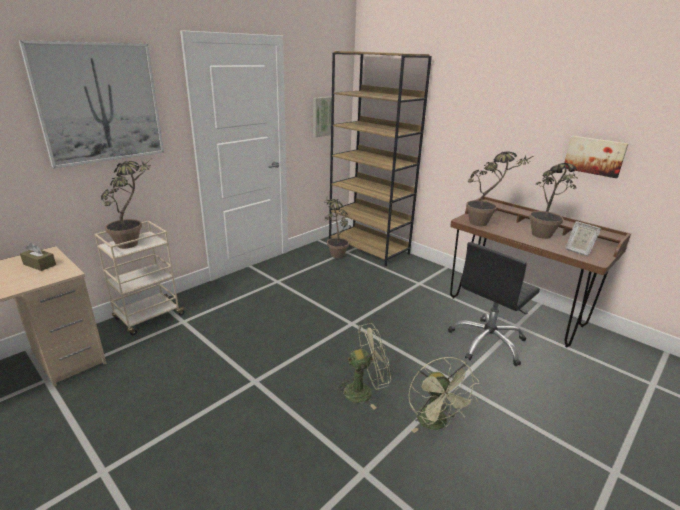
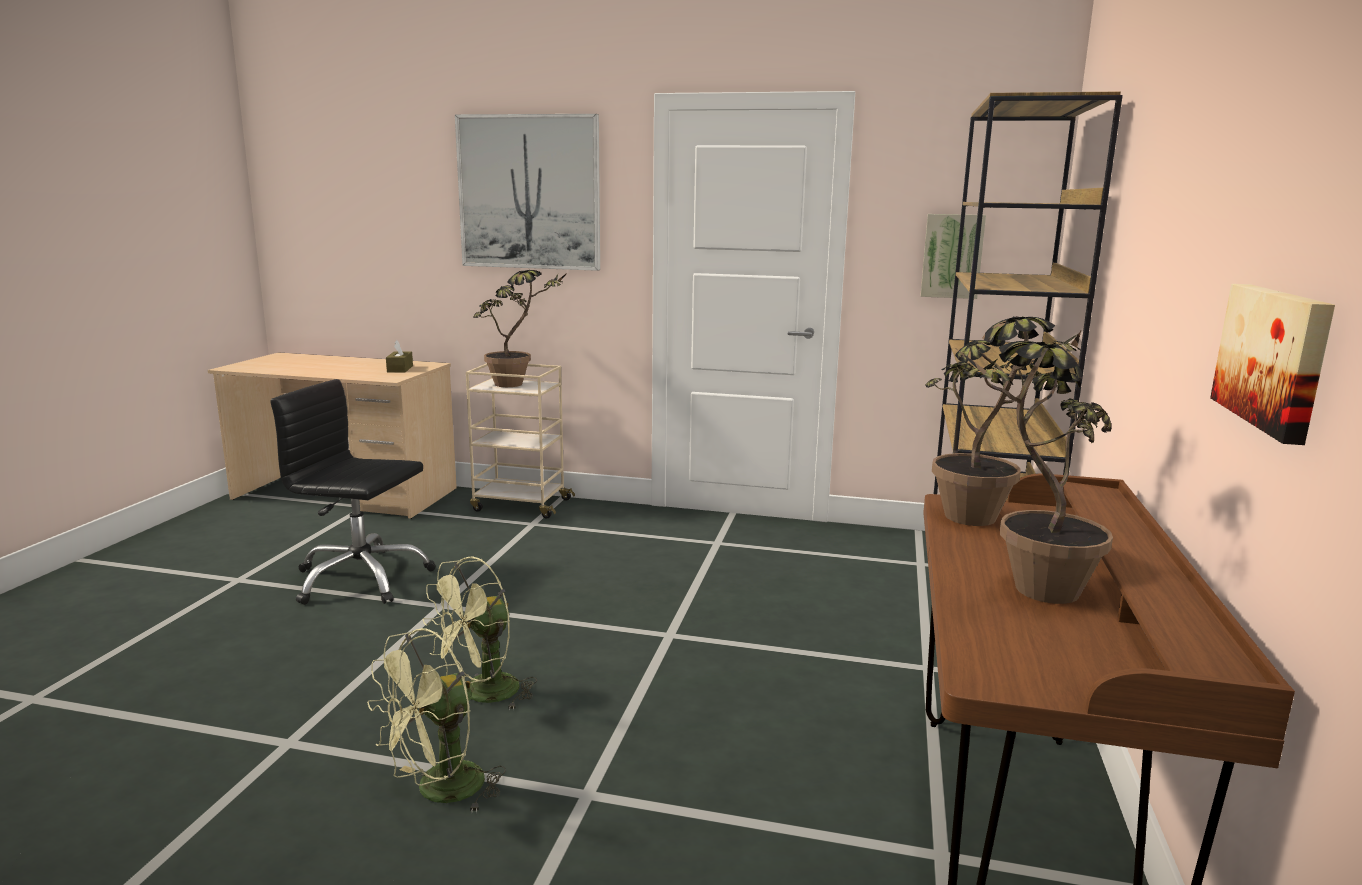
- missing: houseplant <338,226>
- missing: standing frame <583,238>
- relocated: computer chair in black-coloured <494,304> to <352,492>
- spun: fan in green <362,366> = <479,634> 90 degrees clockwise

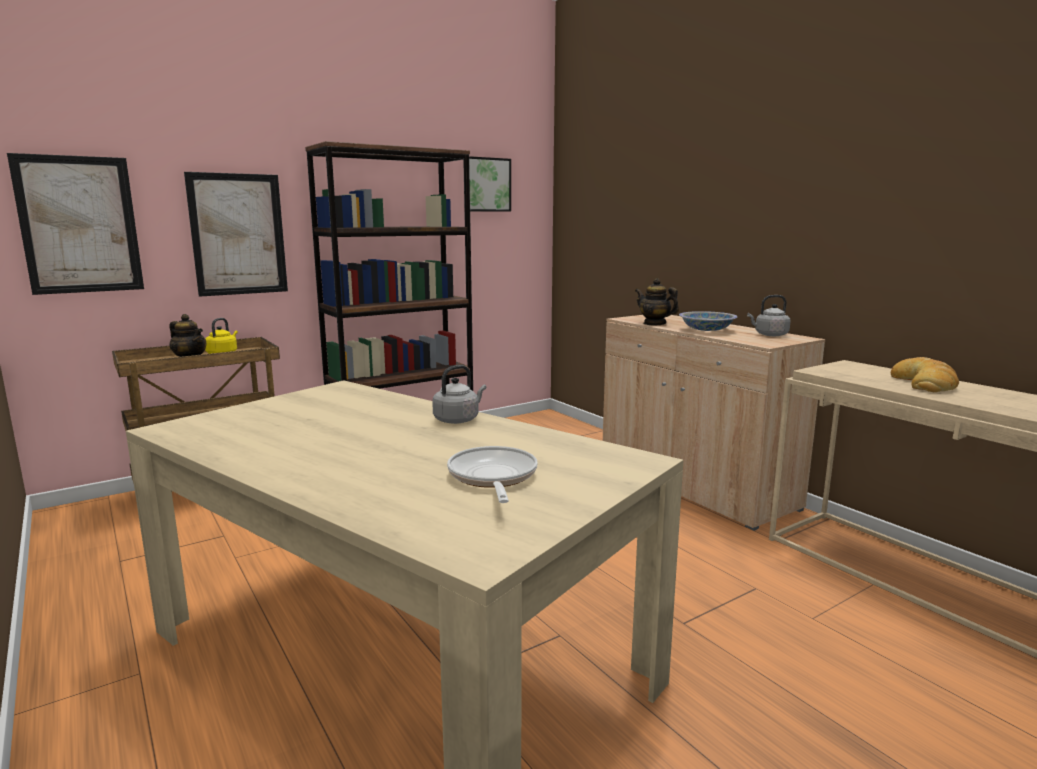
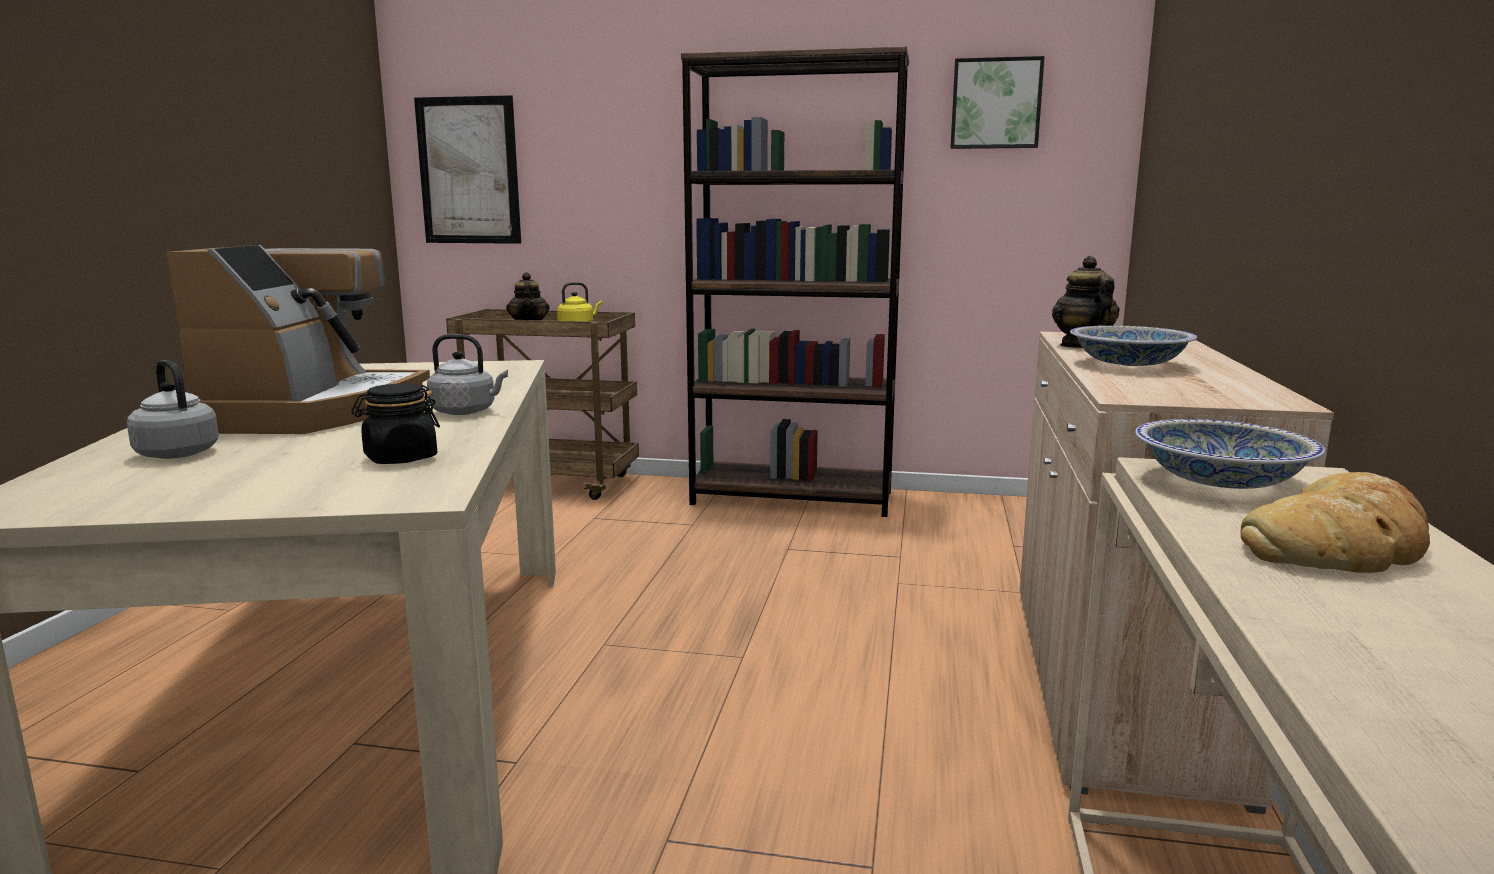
- missing: picture <236,234>
- missing: skillet <492,474>
- appeared: coffee maker <298,339>
- appeared: preserve jar in black-coloured <395,423>
- appeared: serving bowl <1230,454>
- relocated: tea kettle in greyish <769,315> to <173,409>

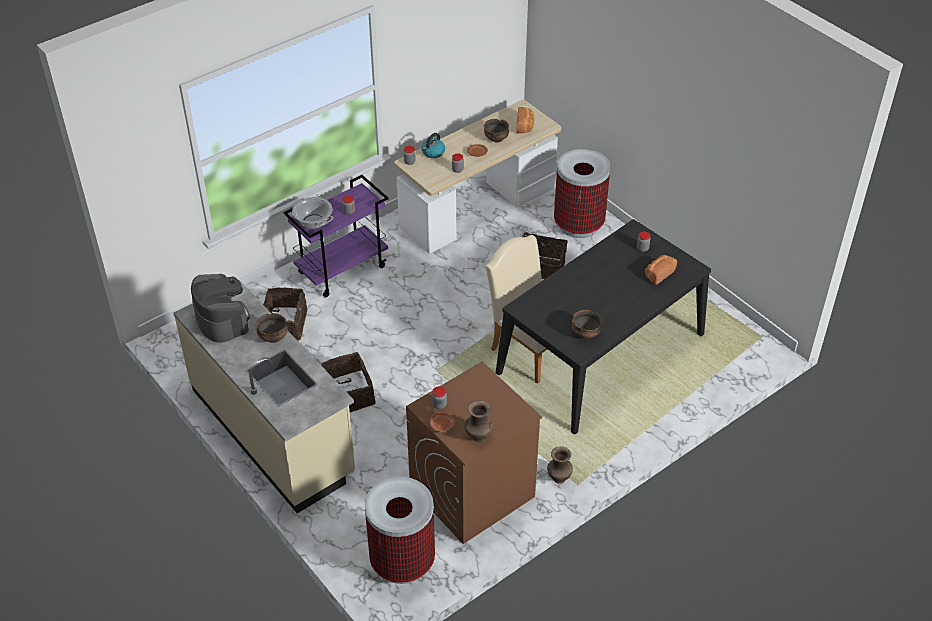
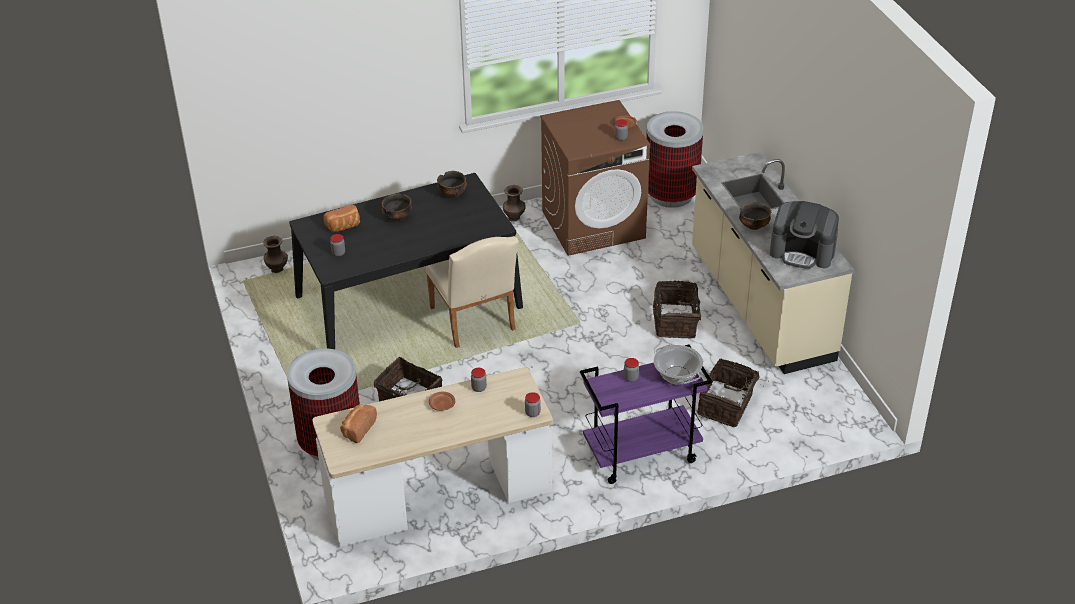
- missing: tea kettle <433,145>
- relocated: flower vase in brownish <479,421> to <275,254>
- relocated: serving bowl <496,131> to <397,207>
- spun: coffee maker <220,308> = <804,235> 60 degrees counterclockwise

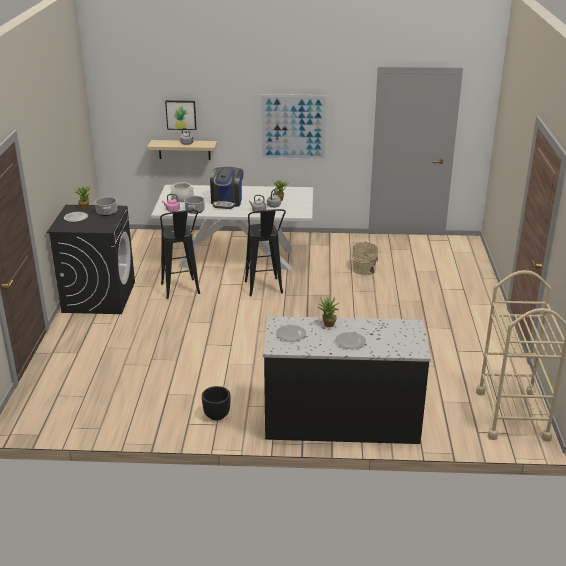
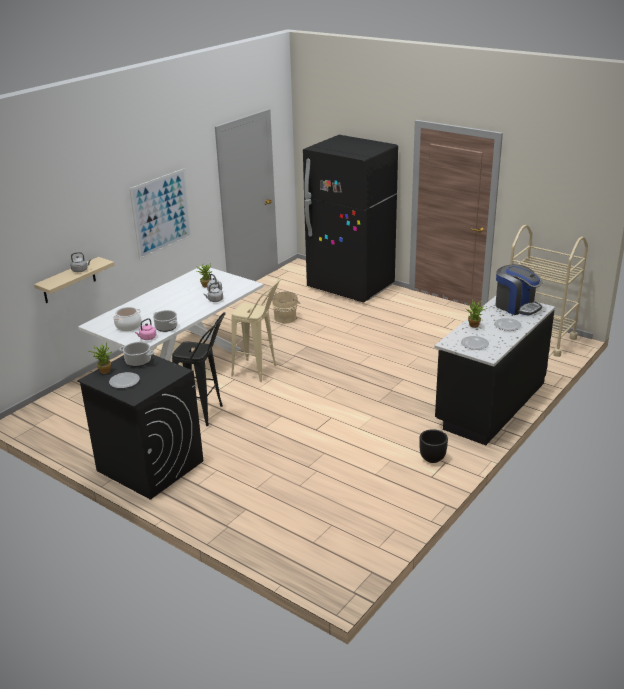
- missing: picture <181,115>
- appeared: kitchen fridge in black-coloured <350,219>
- relocated: coffee maker <227,188> to <519,289>
- colour: sitting stool in black-coloured <265,252> to sitting stool in beige <256,329>

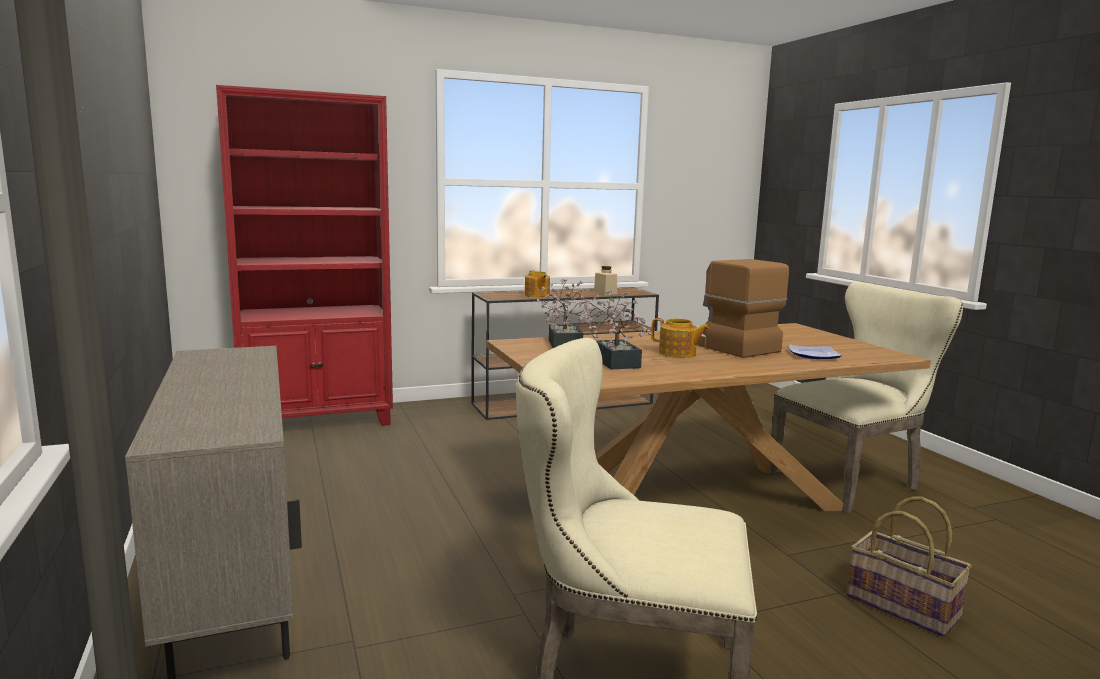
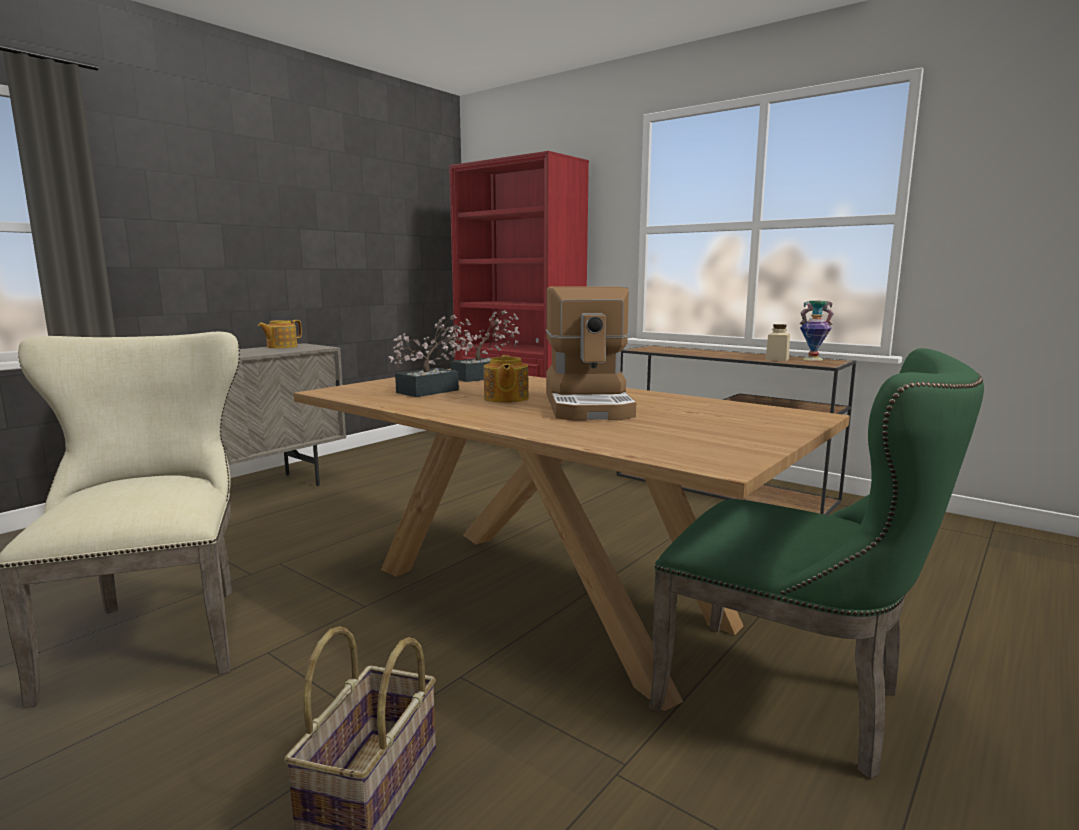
- missing: plate <815,352>
- appeared: flower vase <817,331>
- relocated: teapot <537,283> to <280,334>
- colour: chair in beige <866,398> to chair in green <816,563>
- spun: coffee maker <742,308> = <591,353> 150 degrees clockwise

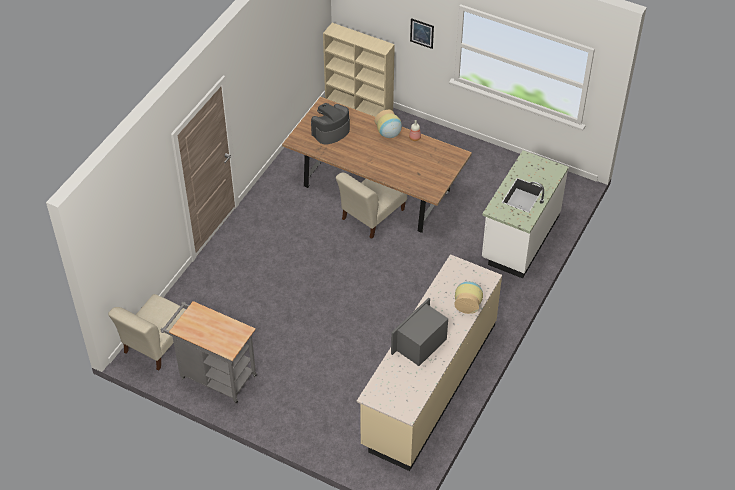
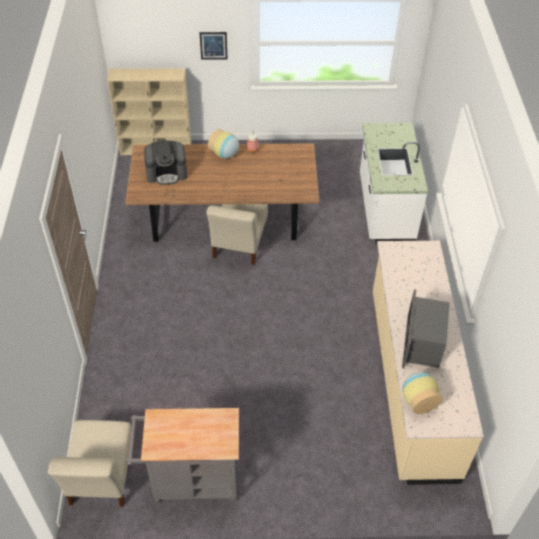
- relocated: flower vase <468,297> to <422,393>
- spun: coffee maker <330,124> = <166,163> 120 degrees counterclockwise

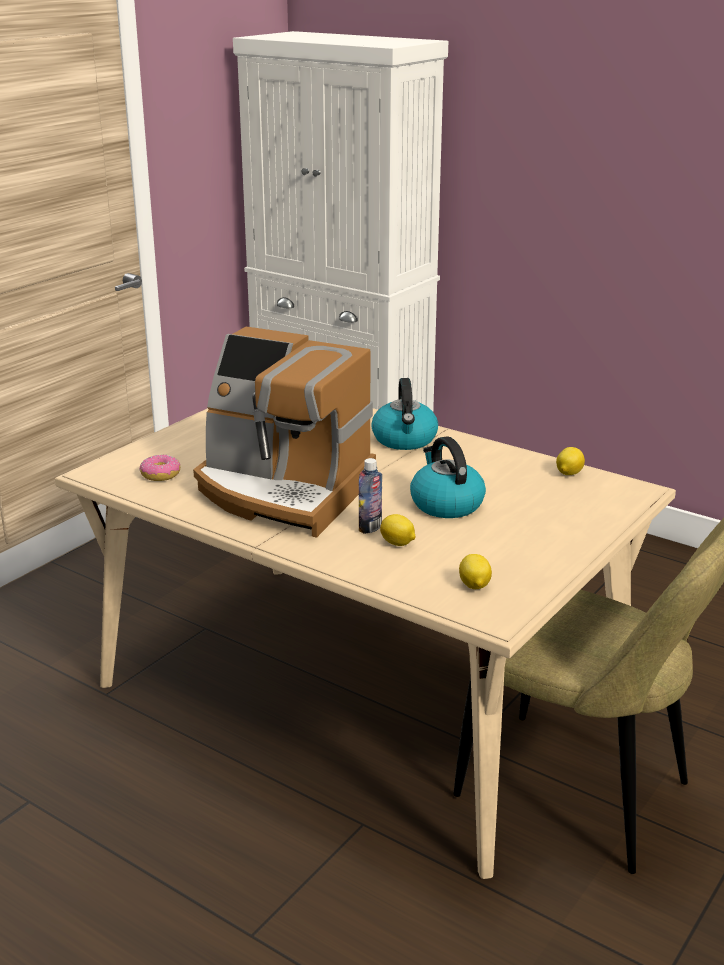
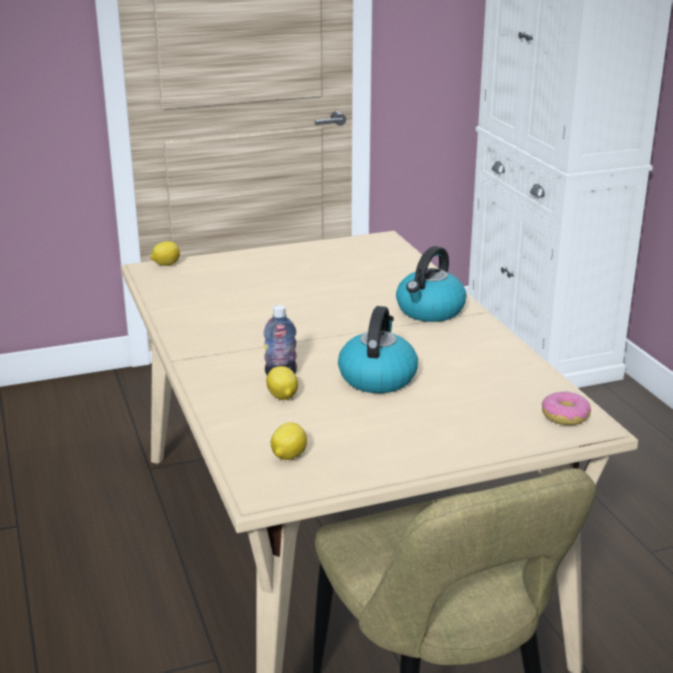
- missing: coffee maker <284,432>
- relocated: ring doughnut <159,468> to <566,408>
- relocated: whole lemon <570,461> to <165,253>

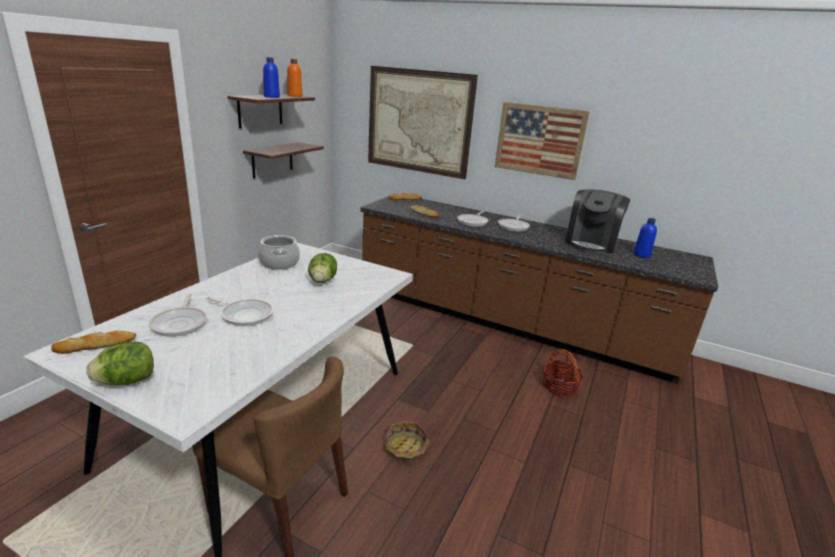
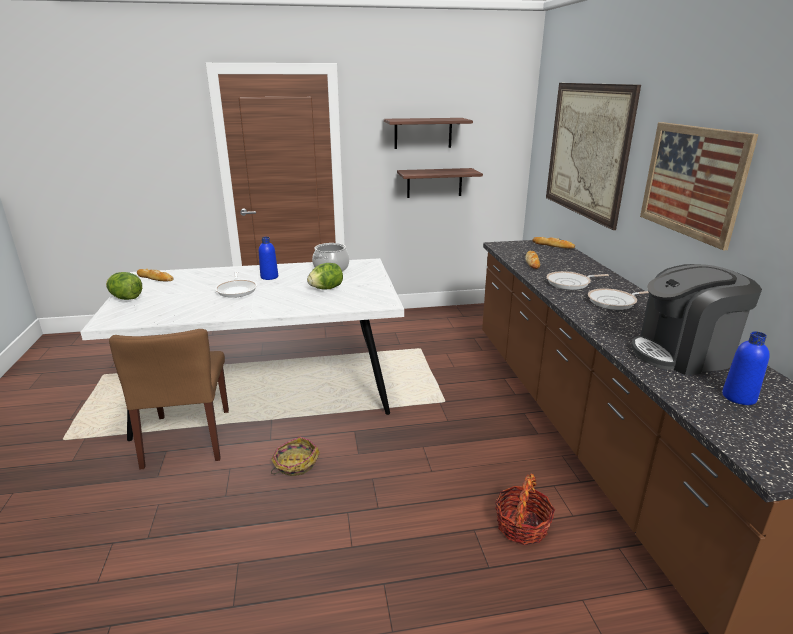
- missing: skillet <178,315>
- missing: beverage bottle in orangey <294,78>
- relocated: beverage bottle in bluish <271,77> to <268,258>

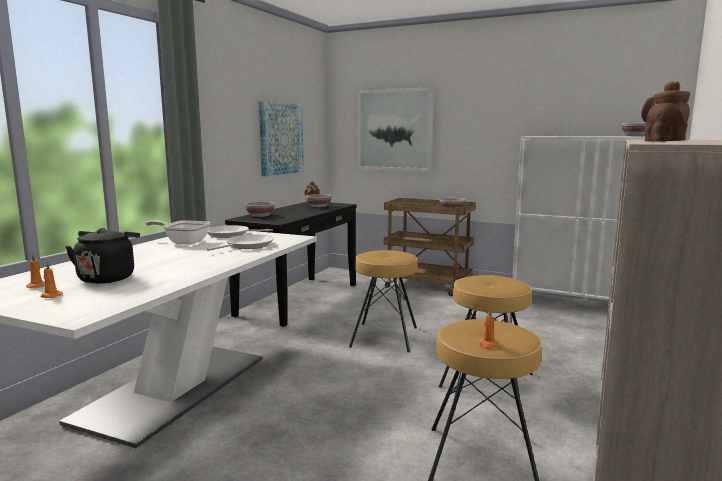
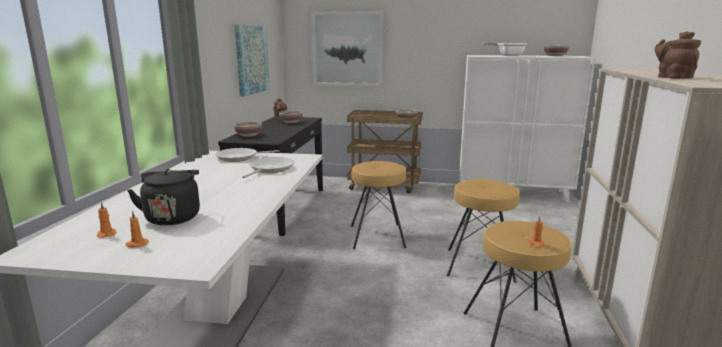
- relocated: skillet <178,232> to <504,49>

